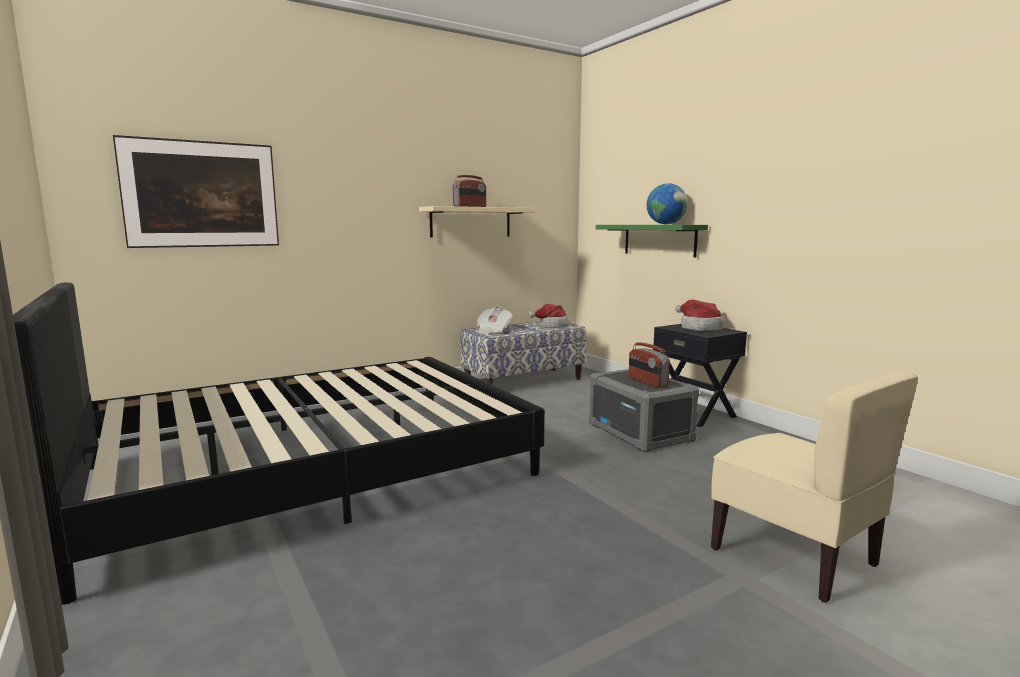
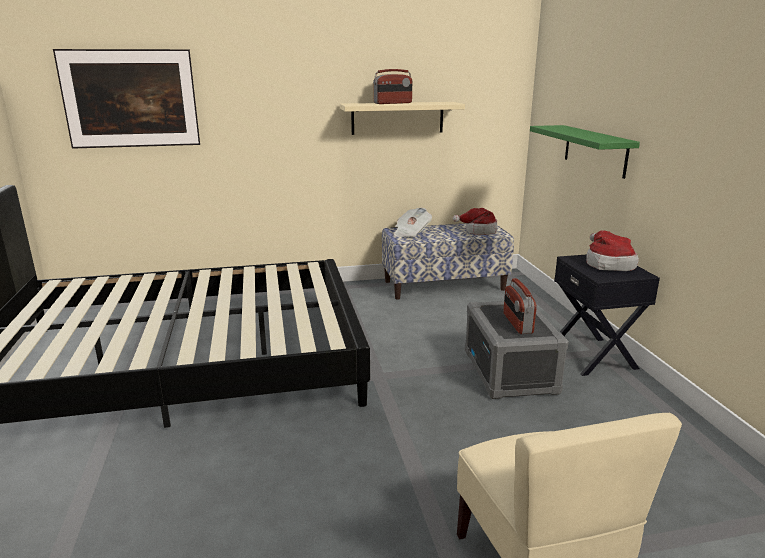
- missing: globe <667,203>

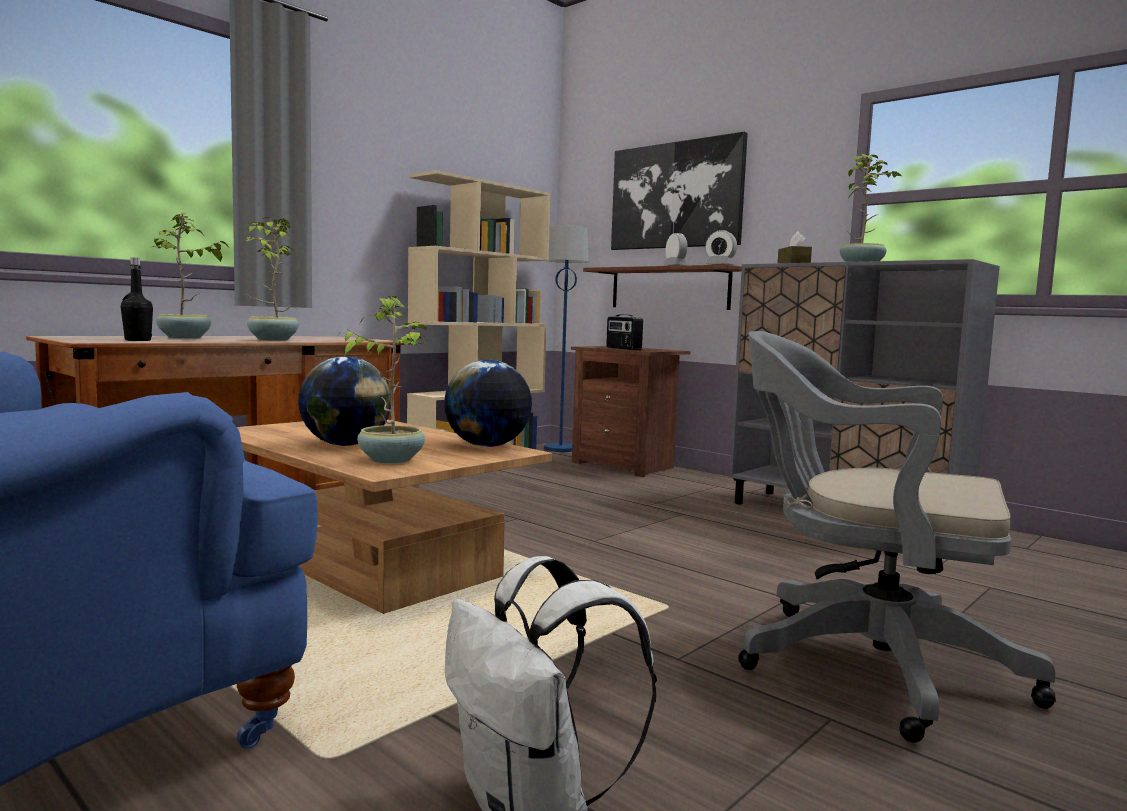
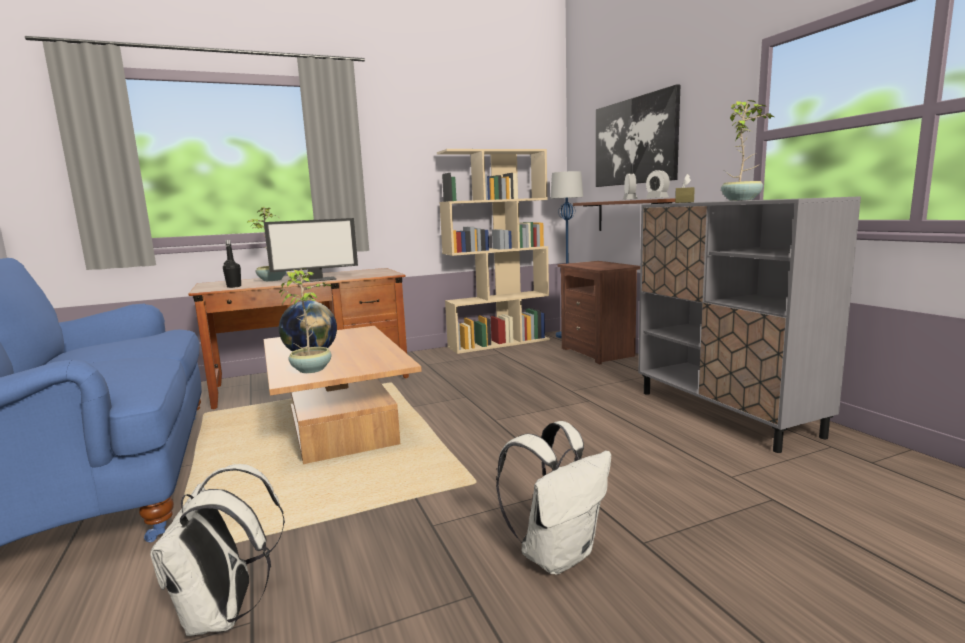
- missing: globe <488,403>
- missing: radio set <624,332>
- exchanged: houseplant <272,279> to monitor <311,250>
- exchanged: computer chair in greyish <897,537> to rucksack in white <553,497>

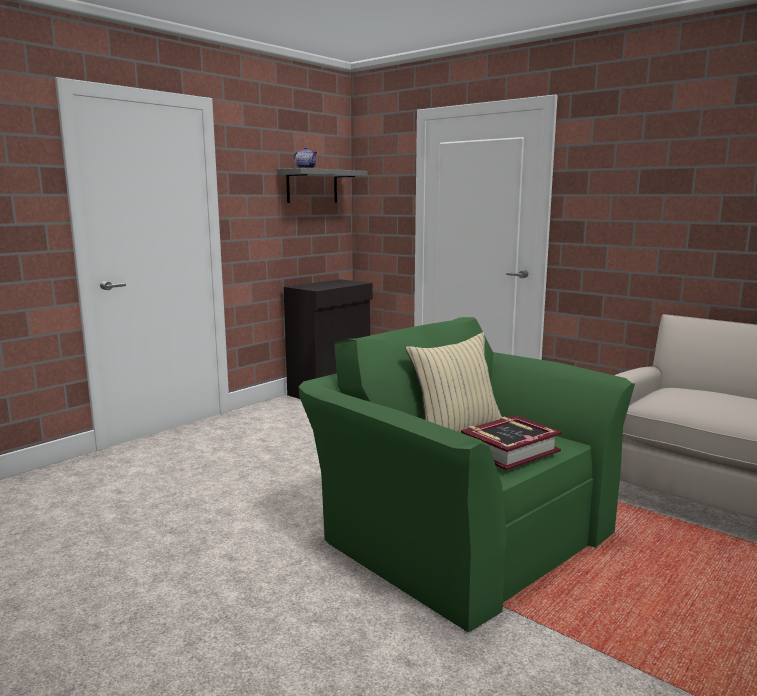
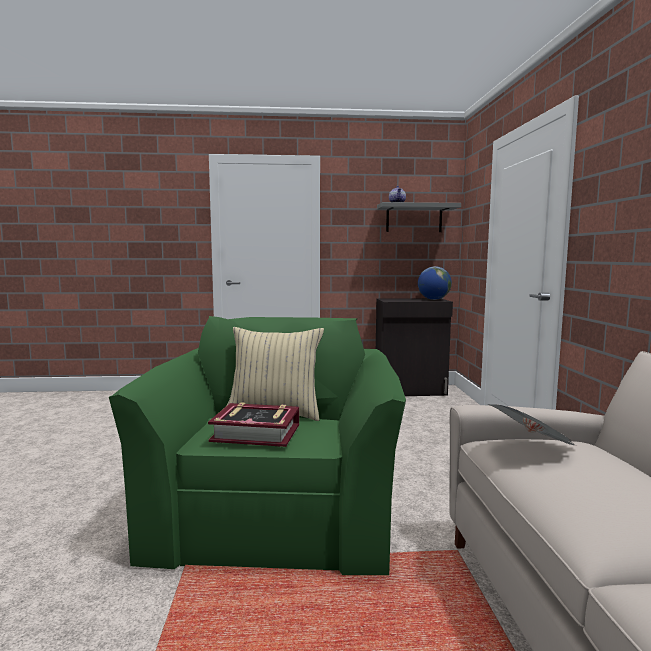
- appeared: globe <435,283>
- appeared: daily paper <531,424>

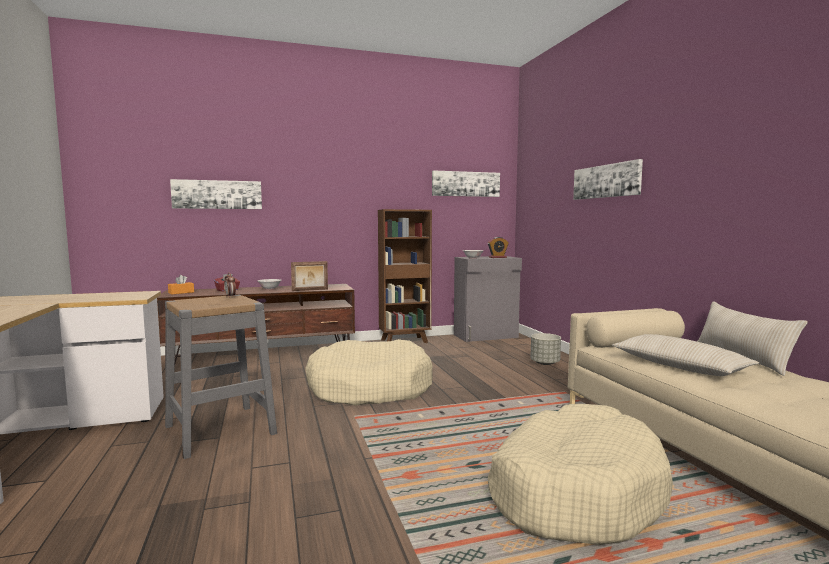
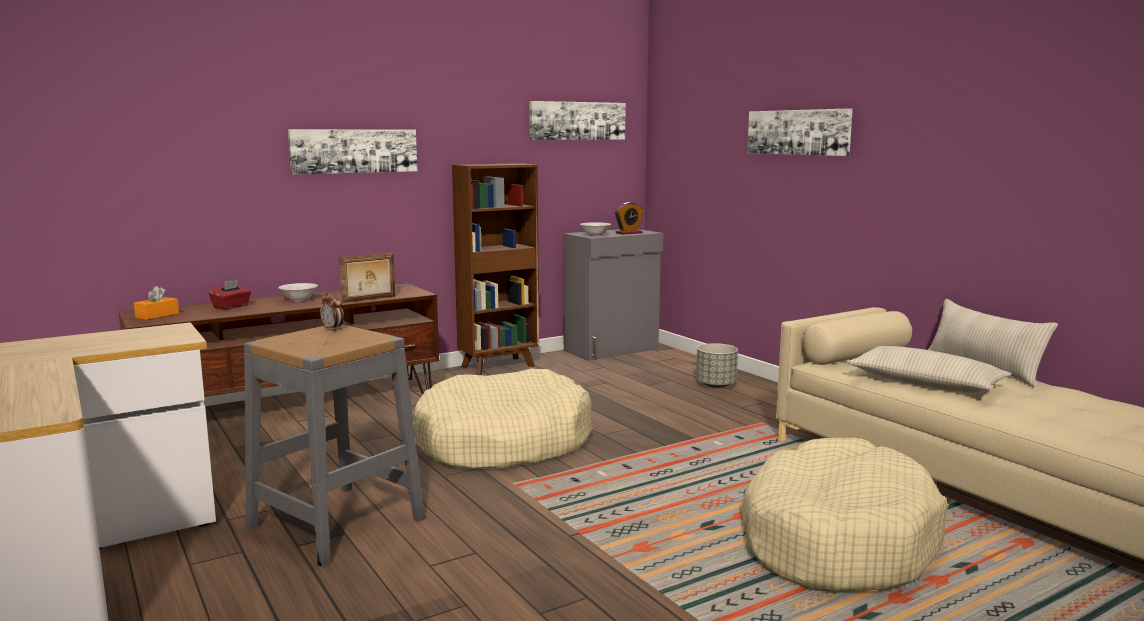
- relocated: picture <216,194> to <352,152>

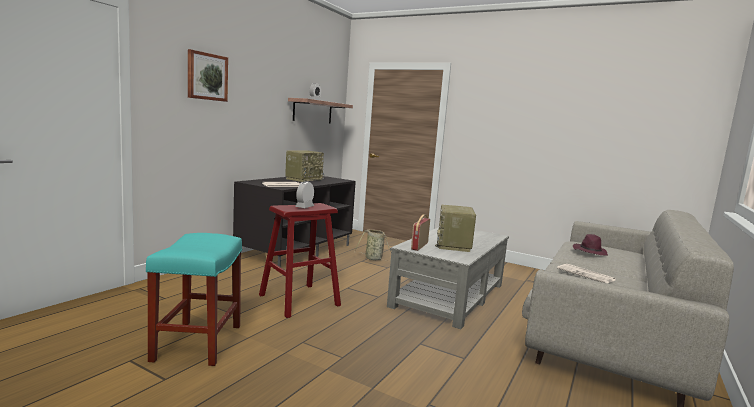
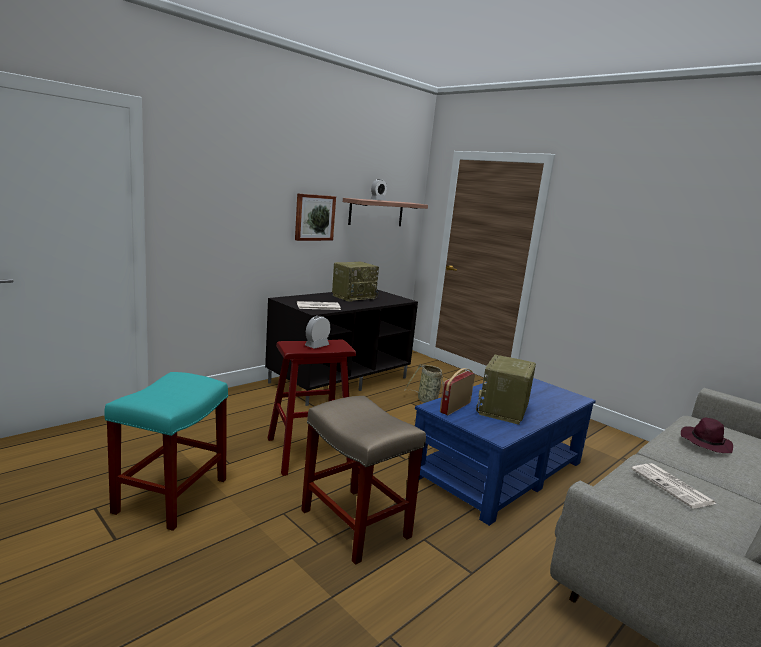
- appeared: sitting stool in beige <363,480>
- relocated: picture <208,75> to <315,217>
- colour: low table in greyish <448,278> to low table in bluish <505,452>

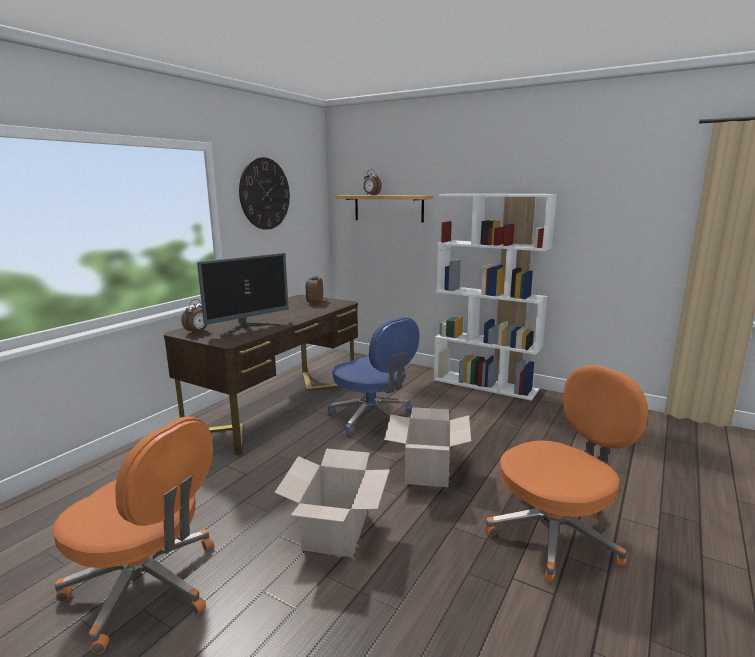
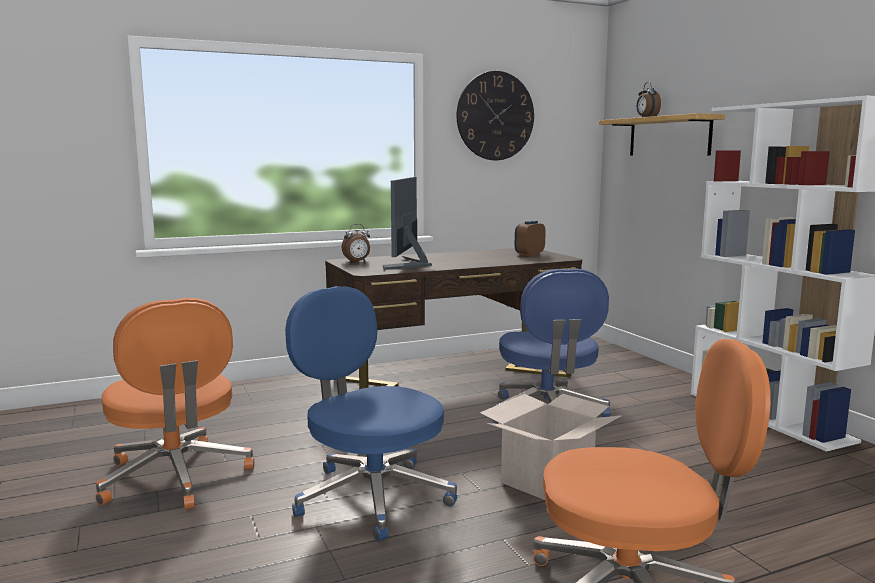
- exchanged: cardboard box <332,502> to computer chair in bluish <371,413>
- spun: monitor <243,295> = <407,223> 105 degrees clockwise

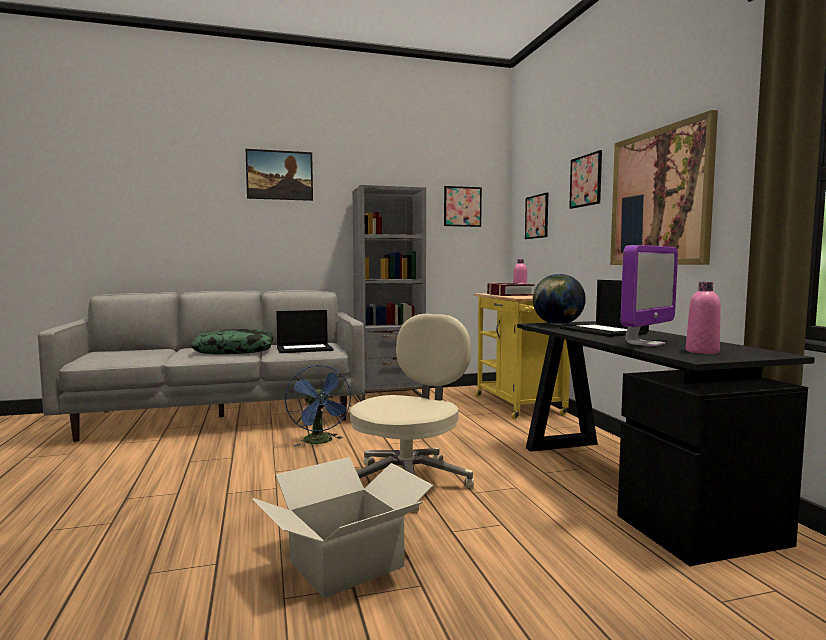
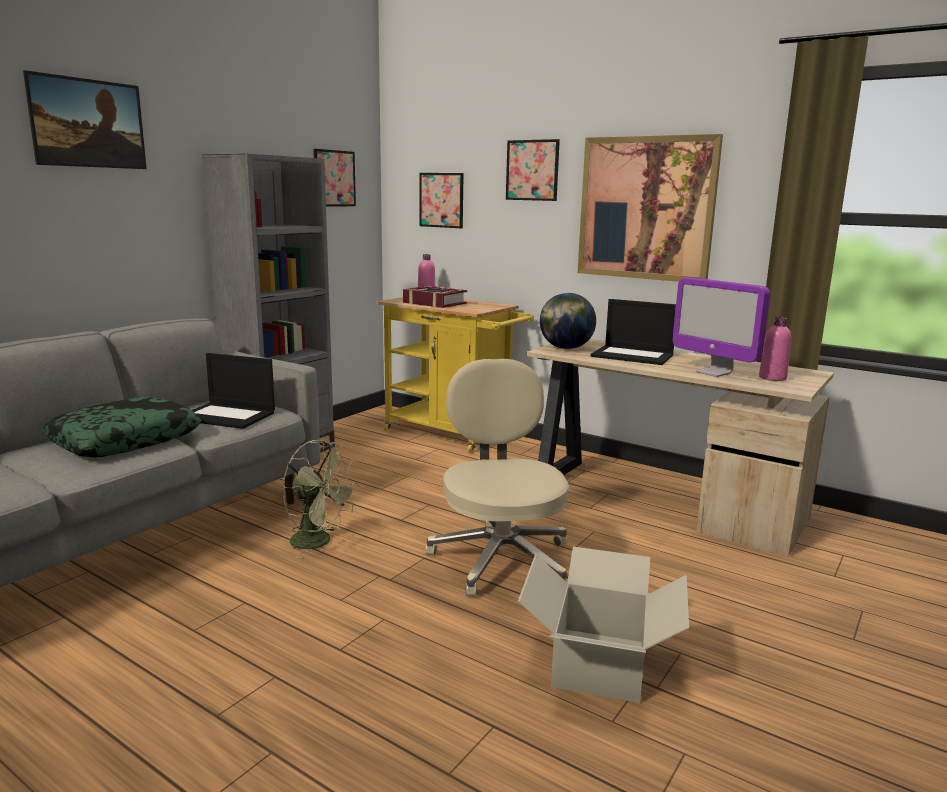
- colour: fan in bluish <318,405> to fan in green <321,499>
- colour: desk in black-coloured <666,443> to desk in beige <680,448>
- spun: laptop <305,331> = <233,391> 75 degrees clockwise
- spun: monitor <649,296> = <721,327> 135 degrees clockwise

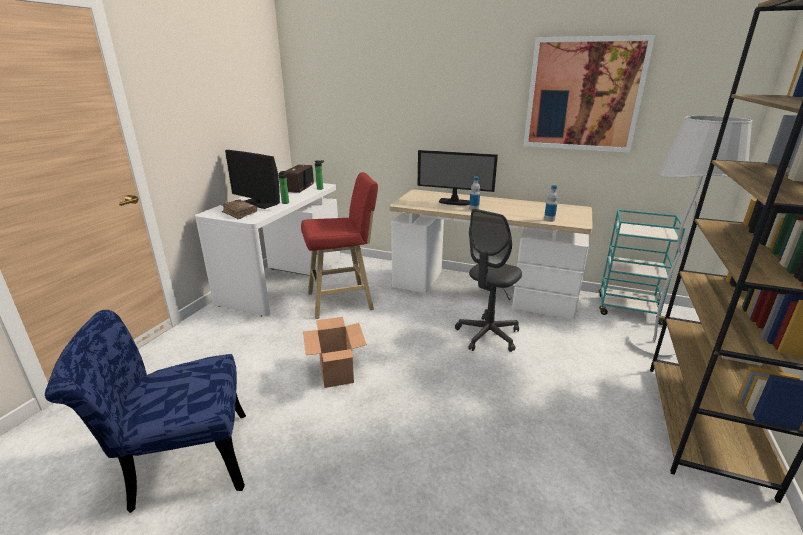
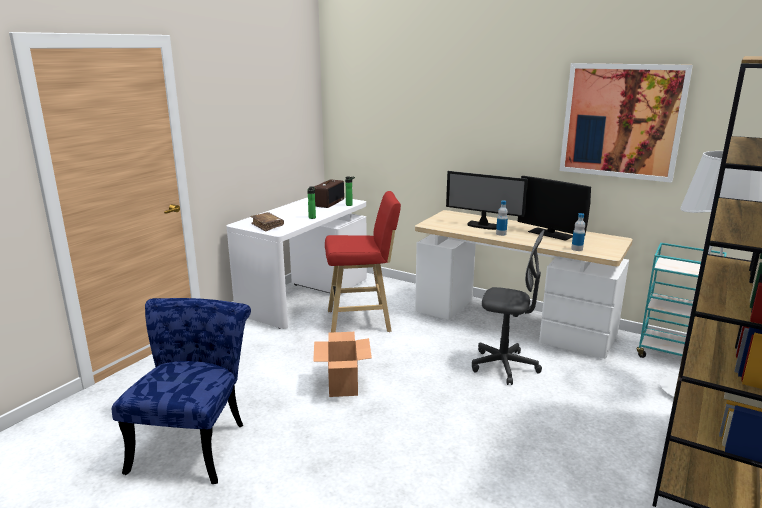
- relocated: monitor <252,179> to <554,208>
- spun: chair in bluish <145,411> = <181,391> 105 degrees clockwise
- spun: computer chair in greyish <488,280> = <508,307> 120 degrees counterclockwise

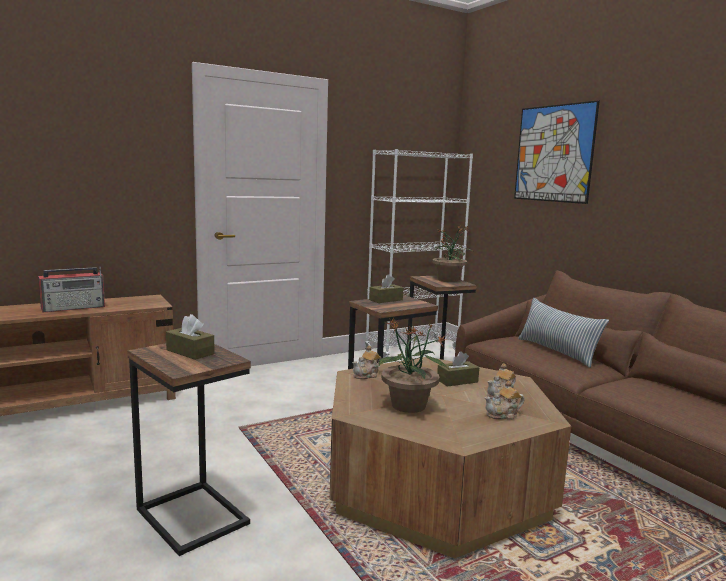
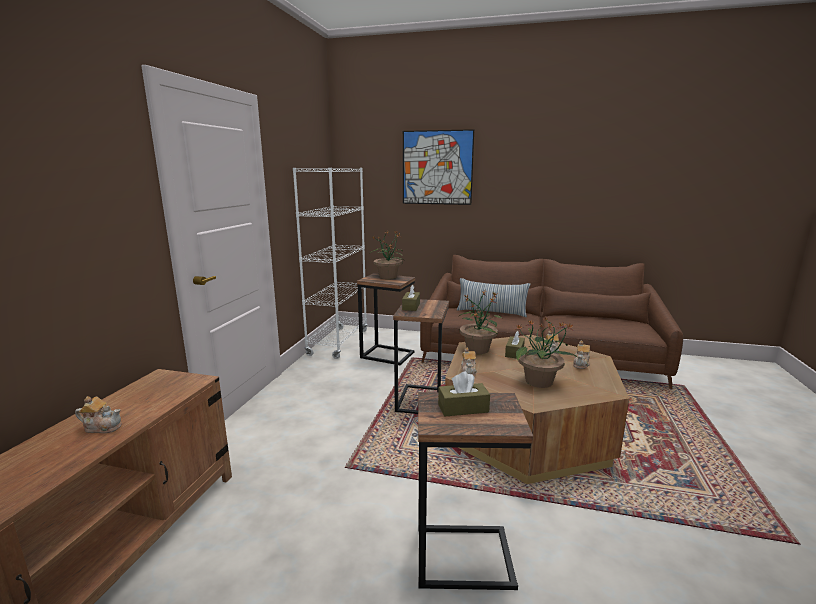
- appeared: houseplant <481,322>
- exchanged: radio set <71,289> to teapot <98,414>

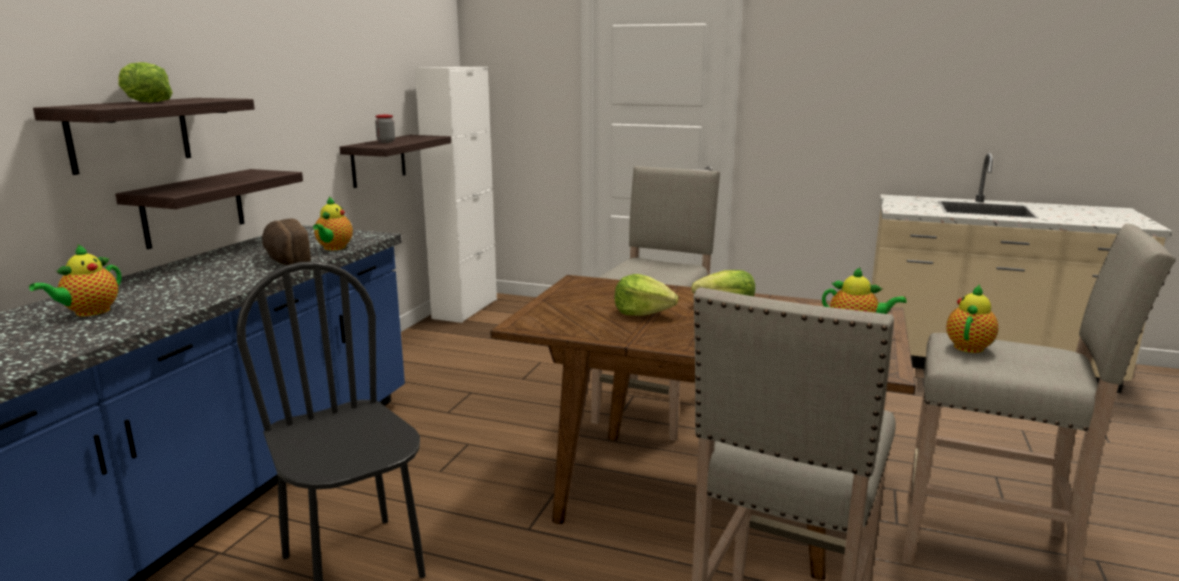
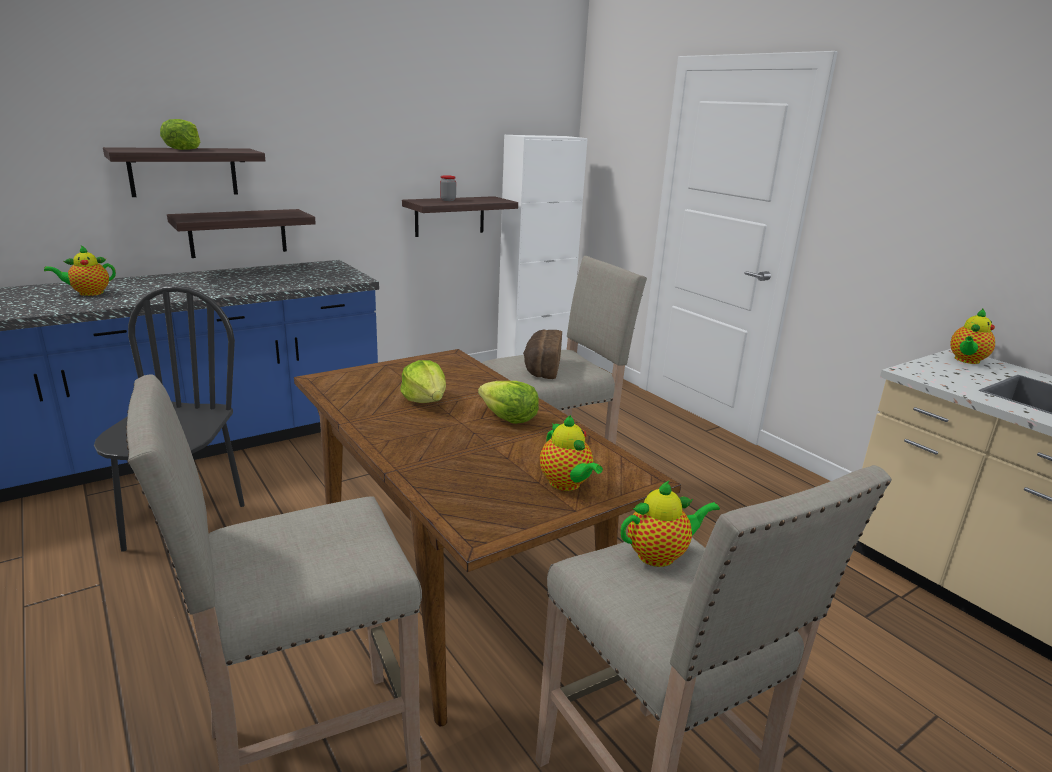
- relocated: baked bread <286,241> to <542,354>
- relocated: teapot <333,223> to <972,336>

